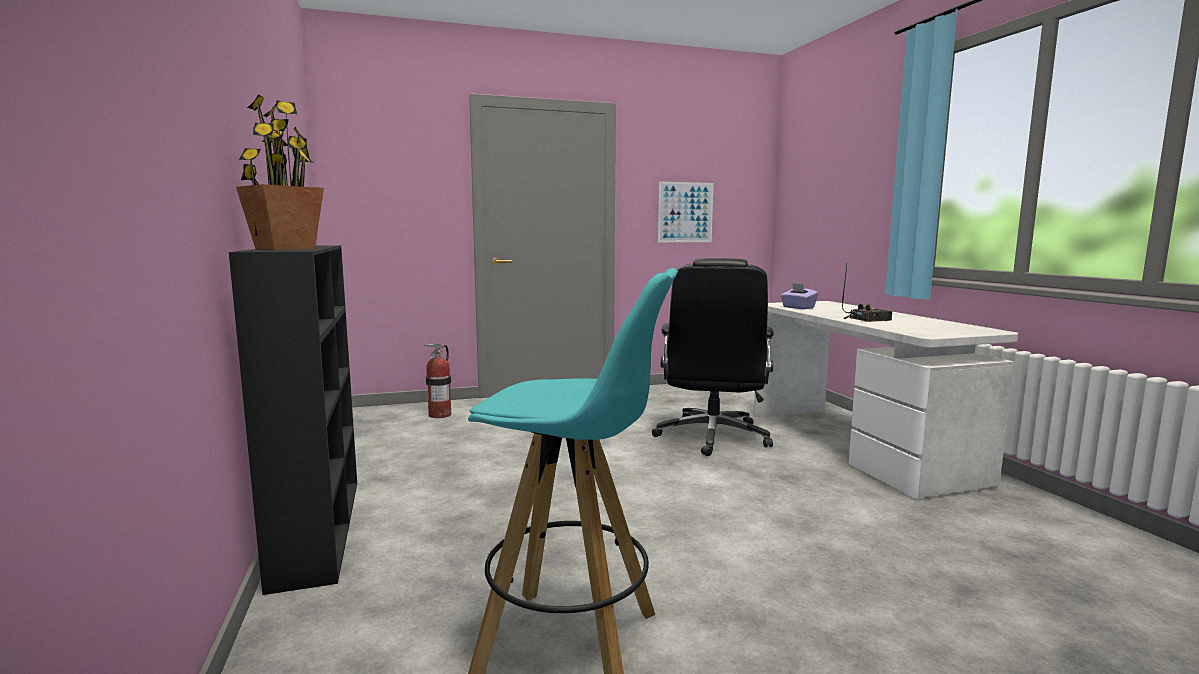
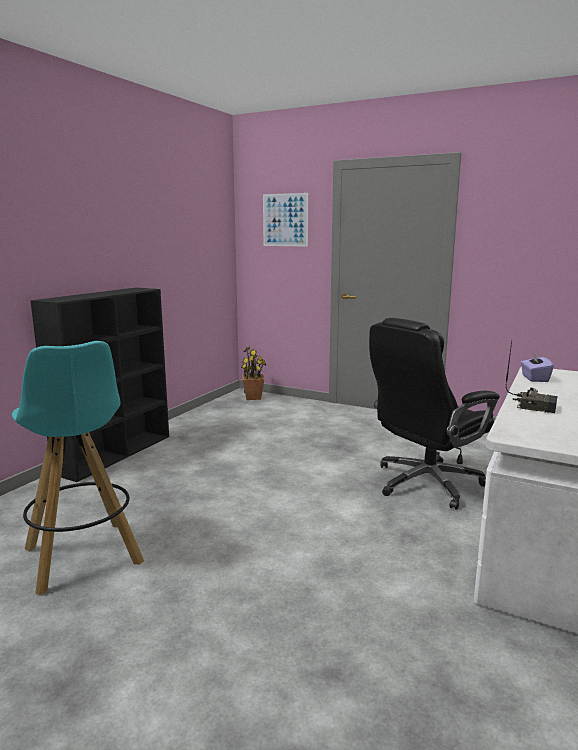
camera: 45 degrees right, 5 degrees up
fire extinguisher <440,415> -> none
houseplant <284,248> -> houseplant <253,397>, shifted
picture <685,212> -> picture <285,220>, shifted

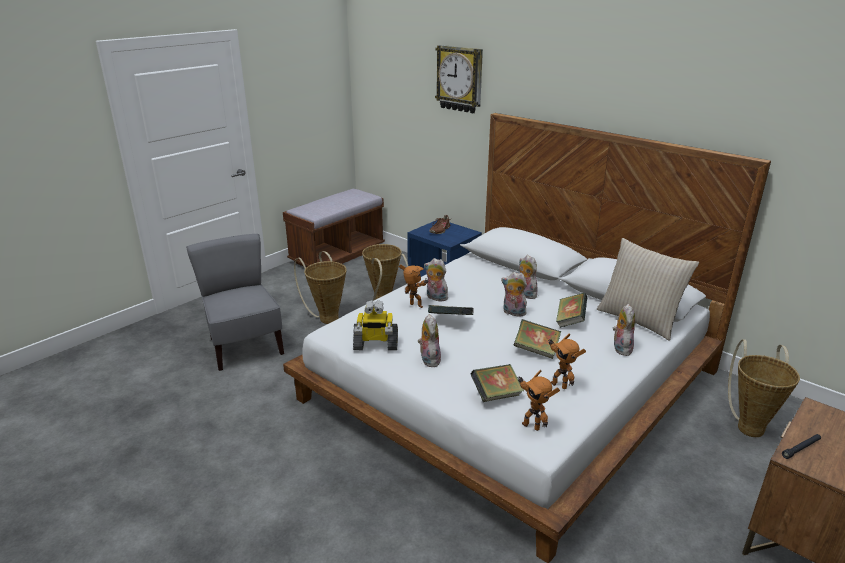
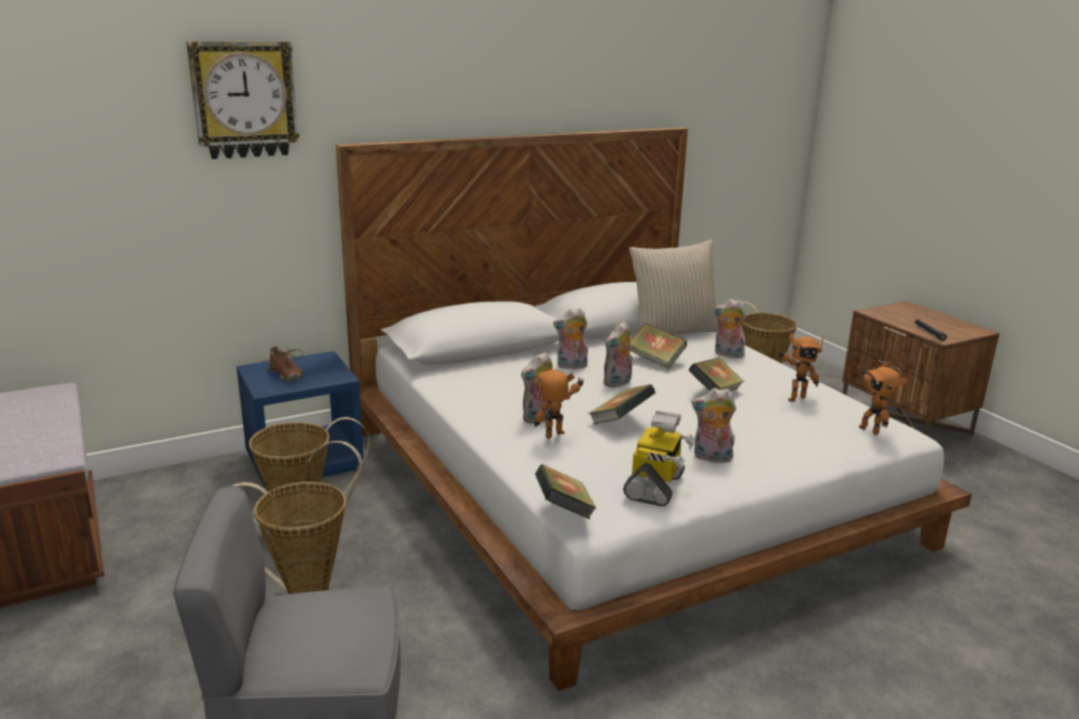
camera: 70 degrees left, 5 degrees down
volume <496,395> -> volume <564,511>, shifted
toy robot <532,425> -> toy robot <870,430>, 90 degrees clockwise

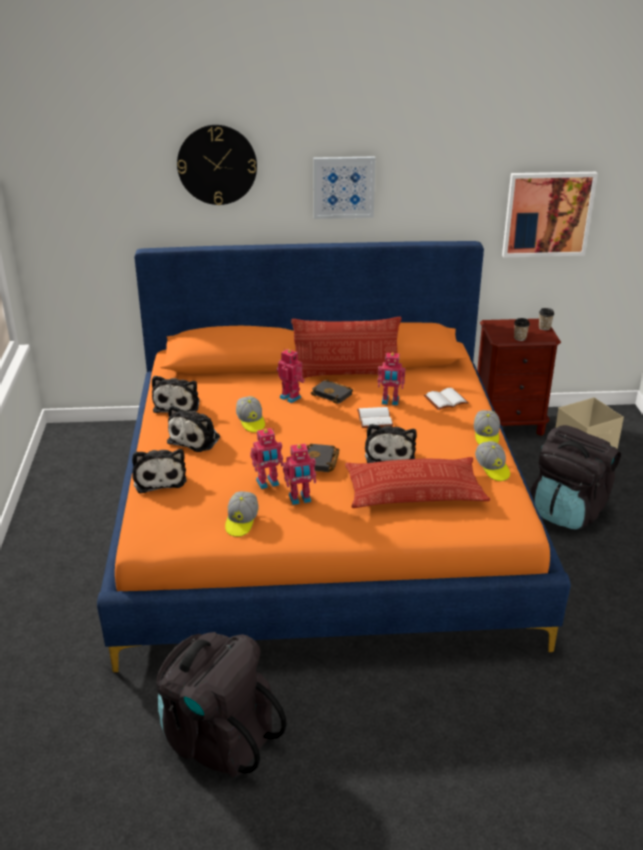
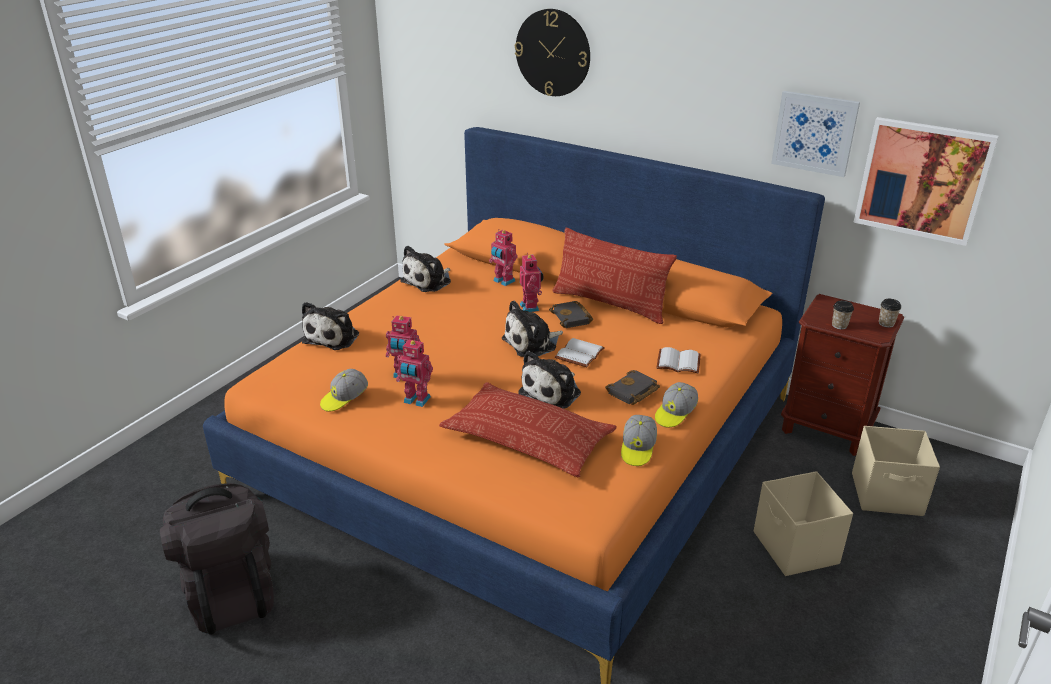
camera: 35 degrees right, 0 degrees up
cap <251,421> -> none
soft toy <196,439> -> soft toy <532,343>, shifted
volume/black-coloured <321,462> -> volume/black-coloured <633,392>, shifted
picture <343,187> -> picture <814,133>, shifted
toy robot <390,402> -> toy robot <503,281>, shifted
knapsack/black-coloured <568,510> -> storage box/beige <795,549>

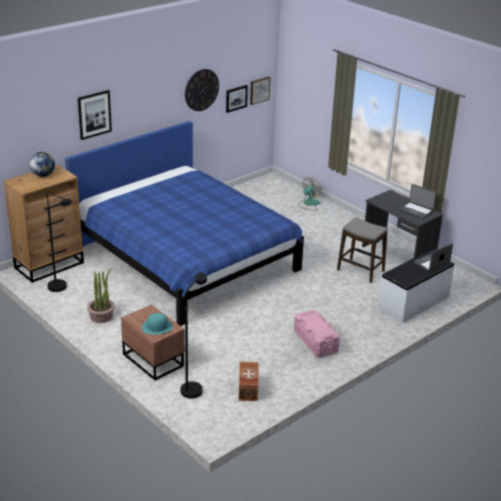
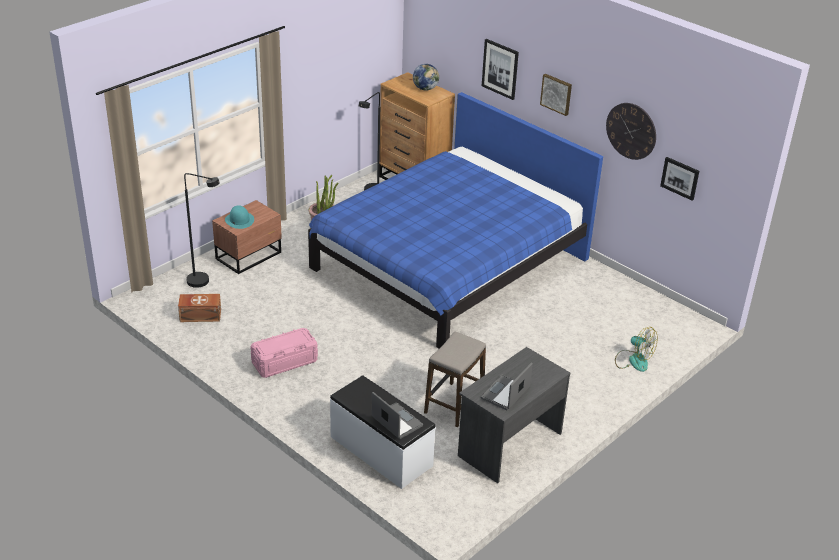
camera: 85 degrees right, 5 degrees up
picture <259,90> -> picture <556,94>, shifted

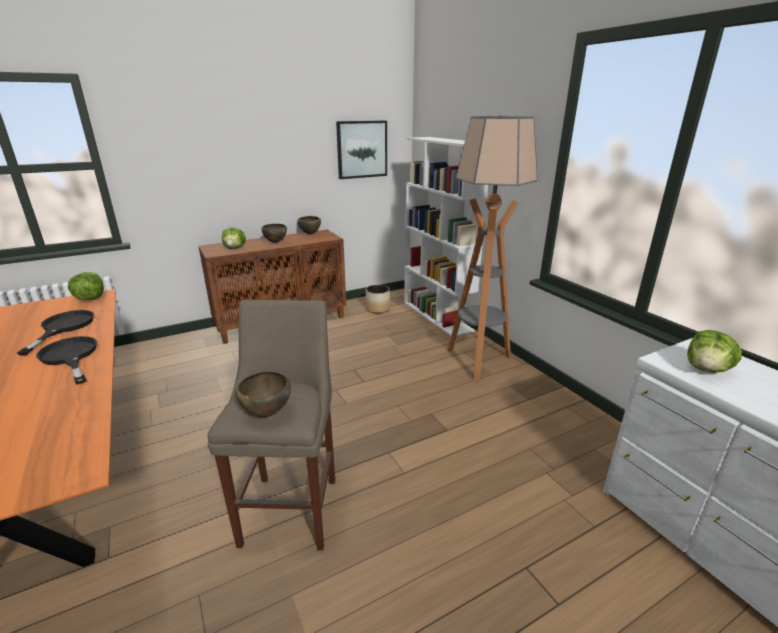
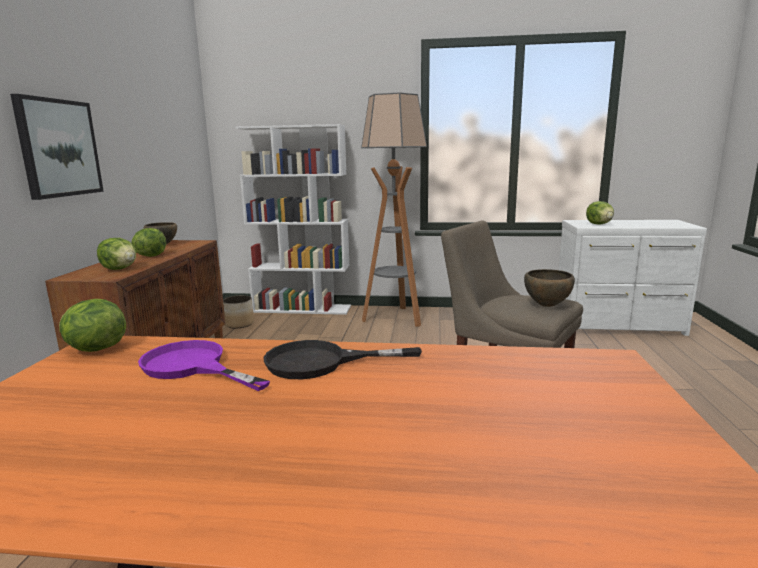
camera: 55 degrees left, 10 degrees down
picture <362,149> -> picture <58,148>, shifted
deep dish/brown <275,242> -> head of lettuce <151,256>
pan/black-coloured <63,327> -> pan/purplish <192,366>

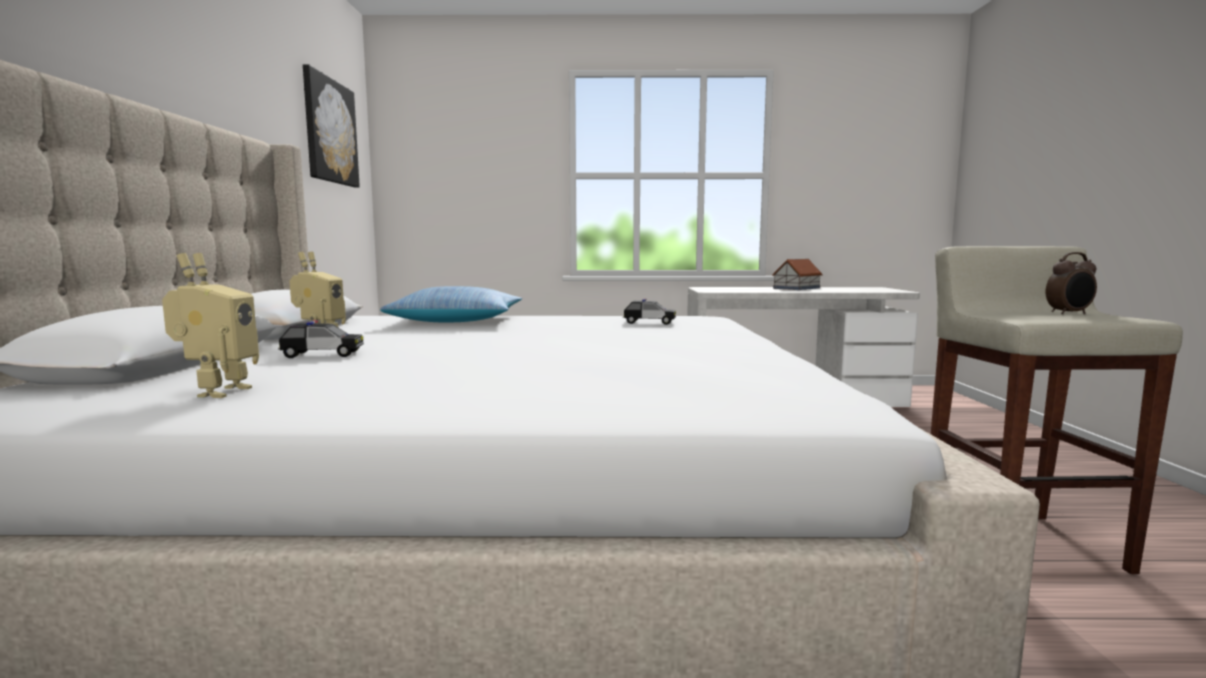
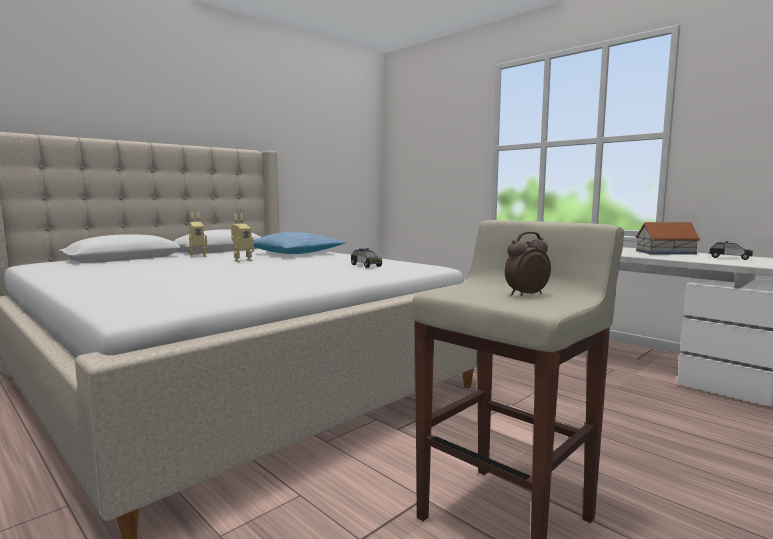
camera: 45 degrees right, 0 degrees up
picture <330,131> -> none
toy robot <217,392> -> toy robot <242,260>, shifted
model car <322,354> -> model car <729,258>, shifted
alarm clock <1069,314> -> alarm clock <525,295>, 120 degrees clockwise

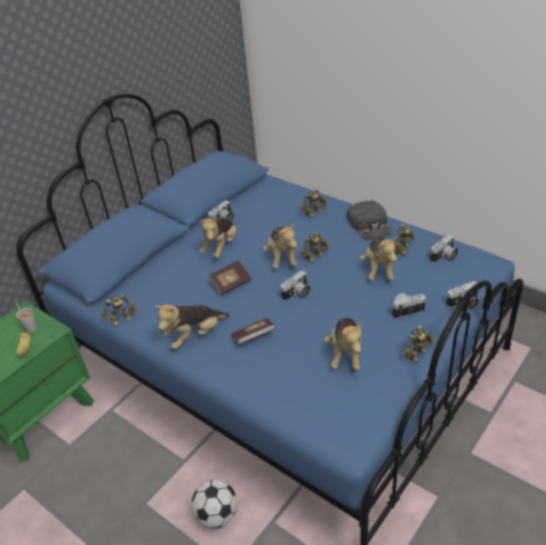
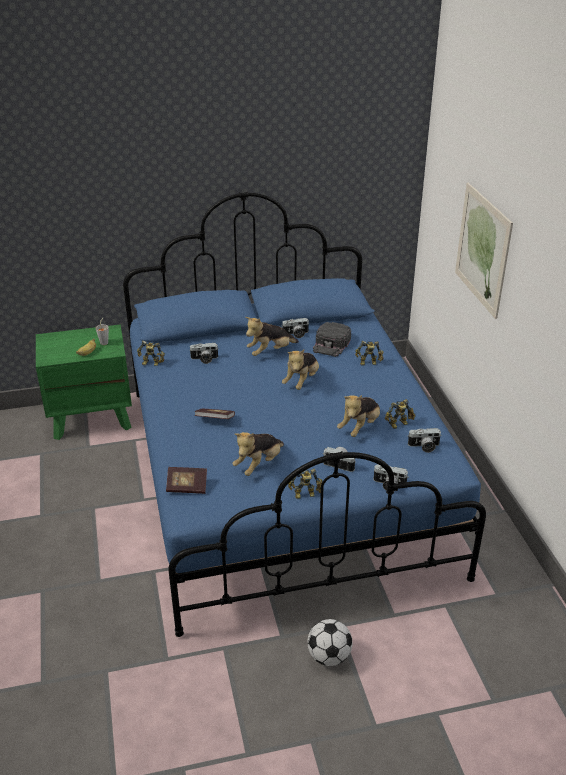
camera: 35 degrees right, 5 degrees down
soft toy <195,335> -> none
toy robot <315,257> -> none
none -> picture <482,249>
ball for football <217,515> -> ball for football <329,656>, shifted
volume <231,284> -> volume <187,487>, shifted
still camera <297,294> -> still camera <204,359>, shifted
cap/black-coloured <369,224> -> cap/black-coloured <331,344>, shifted

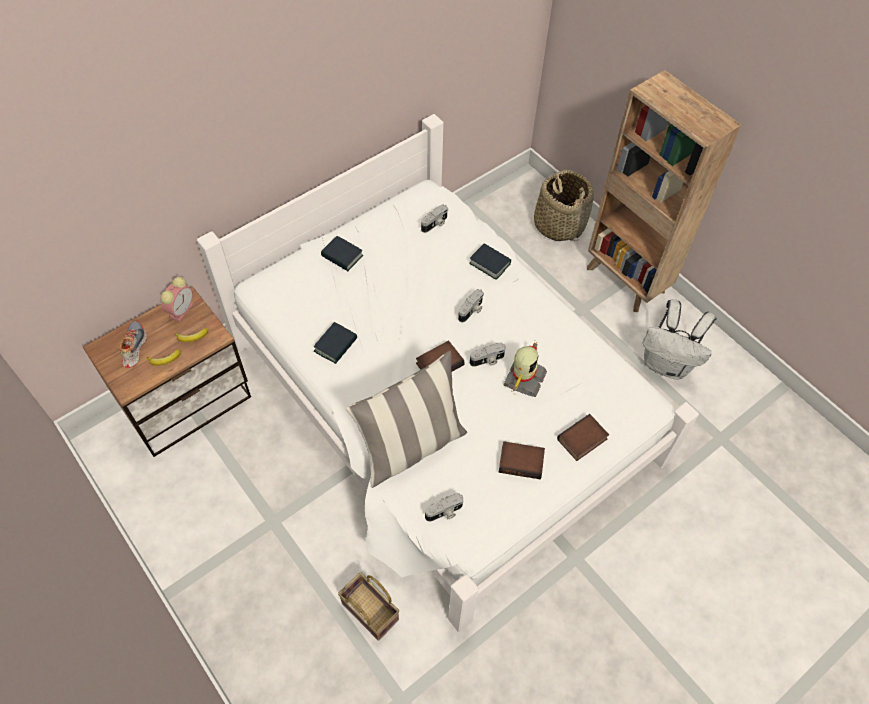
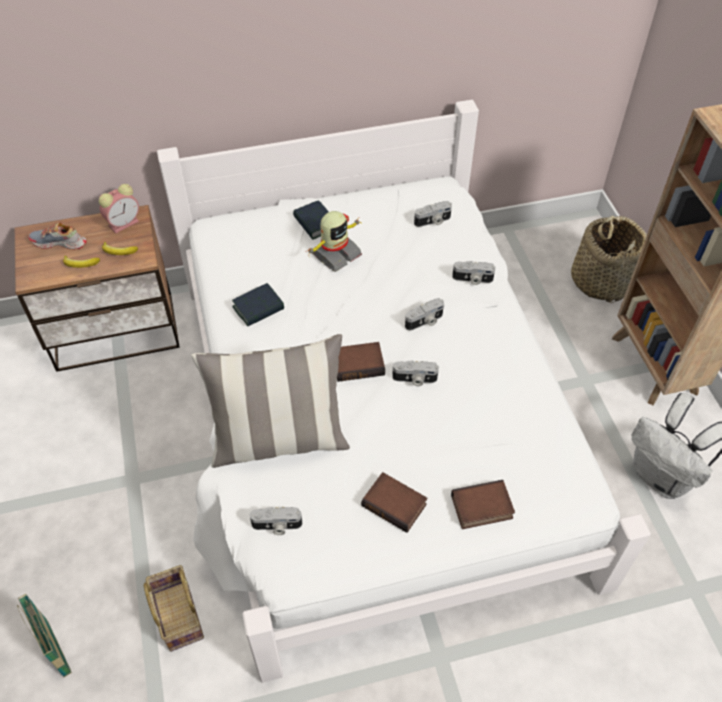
camera: 25 degrees right, 5 degrees down
none -> household basket <56,649>
toy robot <523,378> -> toy robot <335,254>, shifted
volume <489,263> -> still camera <472,279>
item of footwear <133,347> -> item of footwear <59,243>, 105 degrees counterclockwise

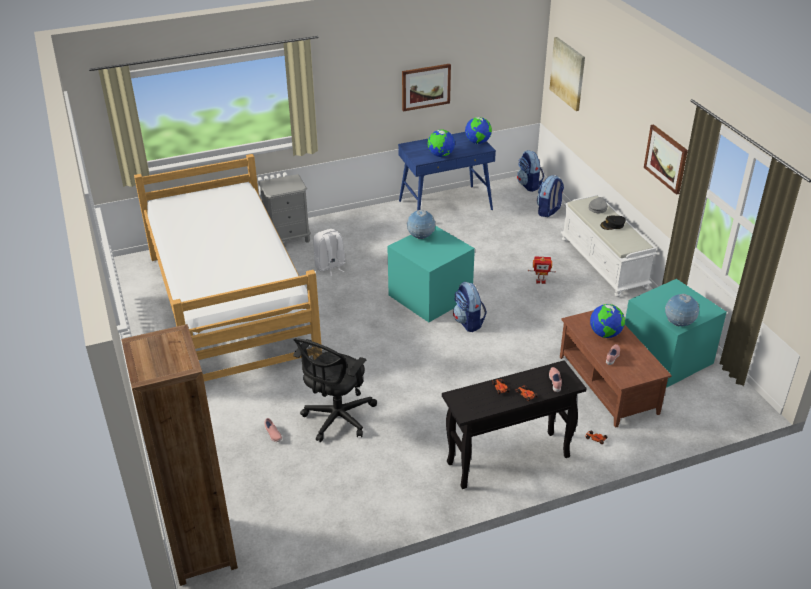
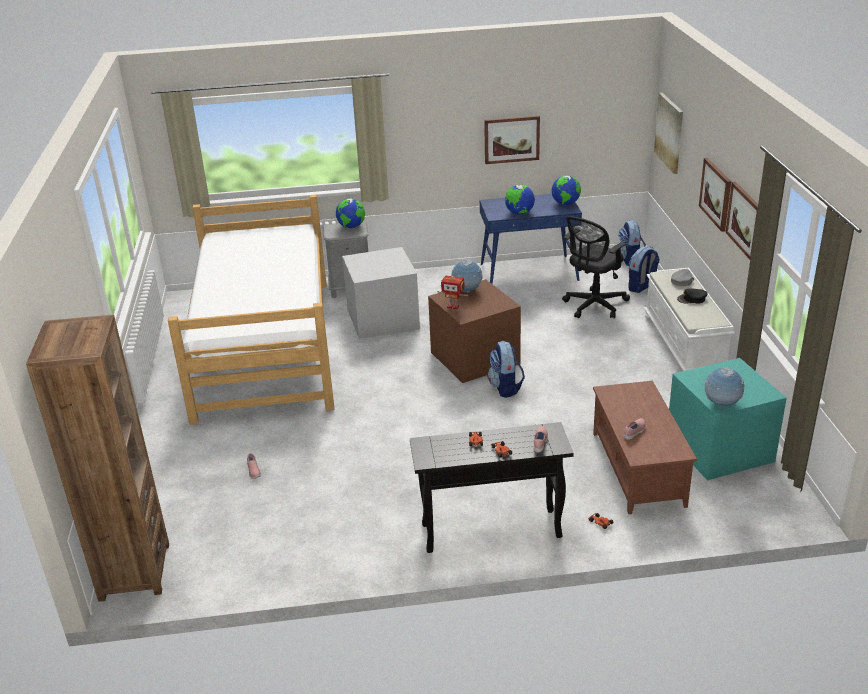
camera: 15 degrees right, 5 degrees down
none -> picture <716,194>
office chair/black-coloured <336,419> -> office chair/black-coloured <593,306>, shifted
toy robot <540,281> -> toy robot <453,306>, shifted
desk globe <605,334> -> desk globe <351,227>, shifted
knapsack/whitish <330,266> -> storage box/gray <382,319>
storage box/blue-green <431,296> -> storage box/brown <476,358>

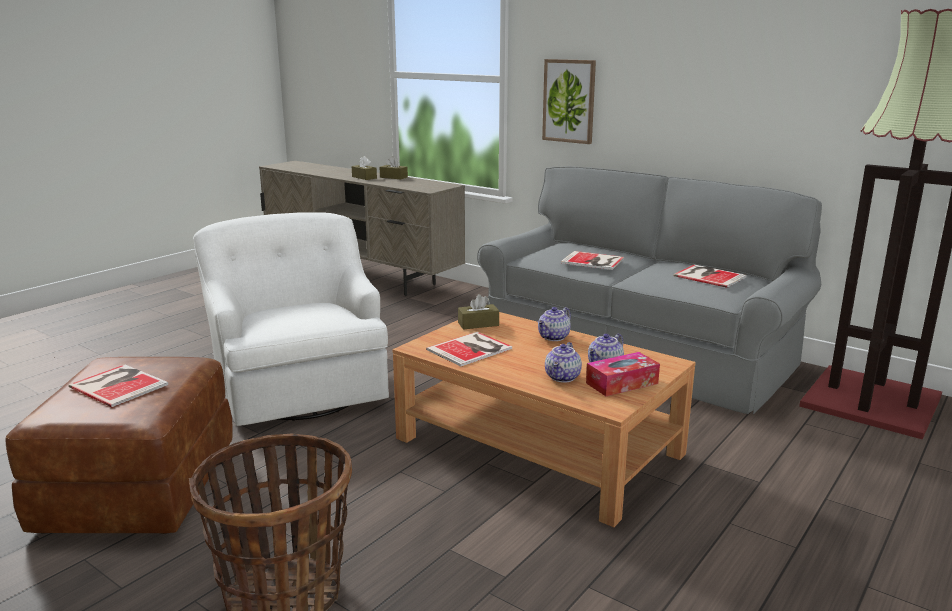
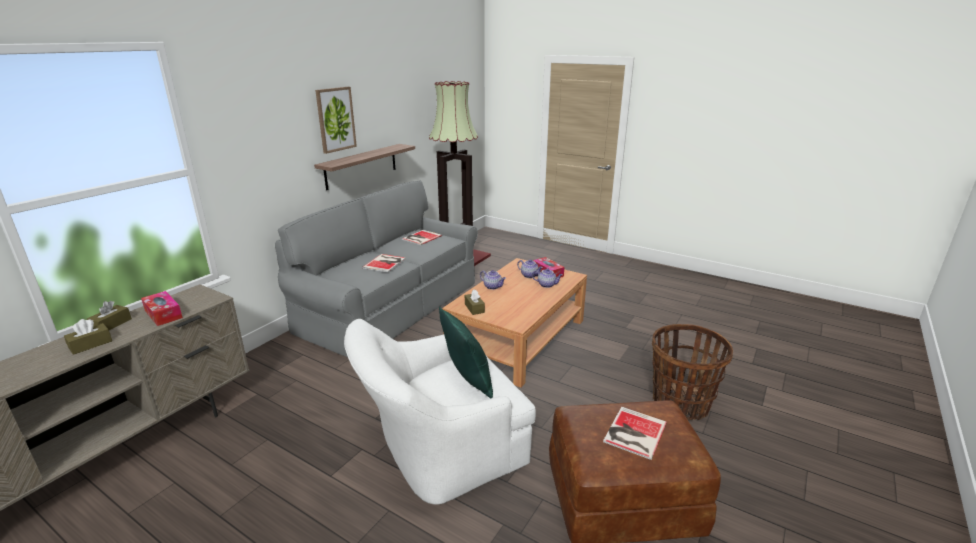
camera: 95 degrees left, 5 degrees up
volume <472,349> -> none
none -> tissue box <163,314>
none -> bracket shelf <361,166>
none -> cushion/green <468,380>
picture <569,101> -> picture <335,119>, shifted

